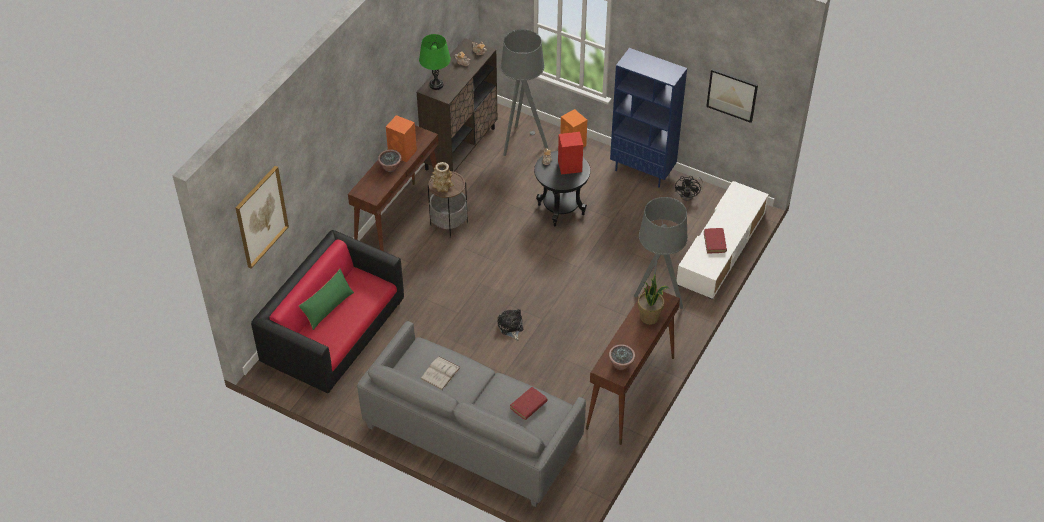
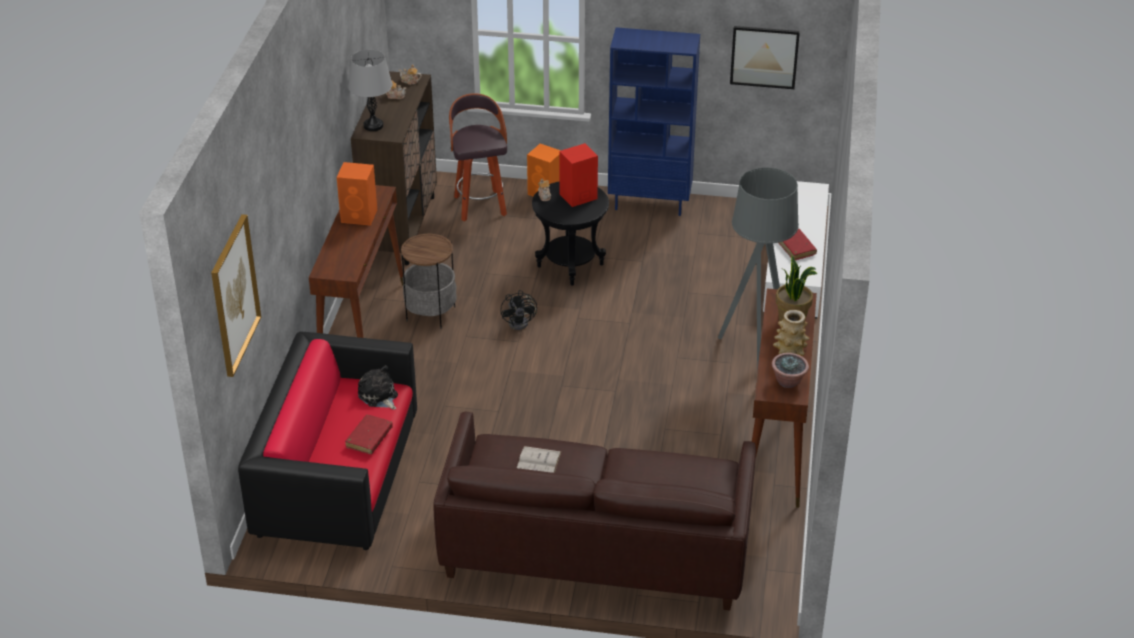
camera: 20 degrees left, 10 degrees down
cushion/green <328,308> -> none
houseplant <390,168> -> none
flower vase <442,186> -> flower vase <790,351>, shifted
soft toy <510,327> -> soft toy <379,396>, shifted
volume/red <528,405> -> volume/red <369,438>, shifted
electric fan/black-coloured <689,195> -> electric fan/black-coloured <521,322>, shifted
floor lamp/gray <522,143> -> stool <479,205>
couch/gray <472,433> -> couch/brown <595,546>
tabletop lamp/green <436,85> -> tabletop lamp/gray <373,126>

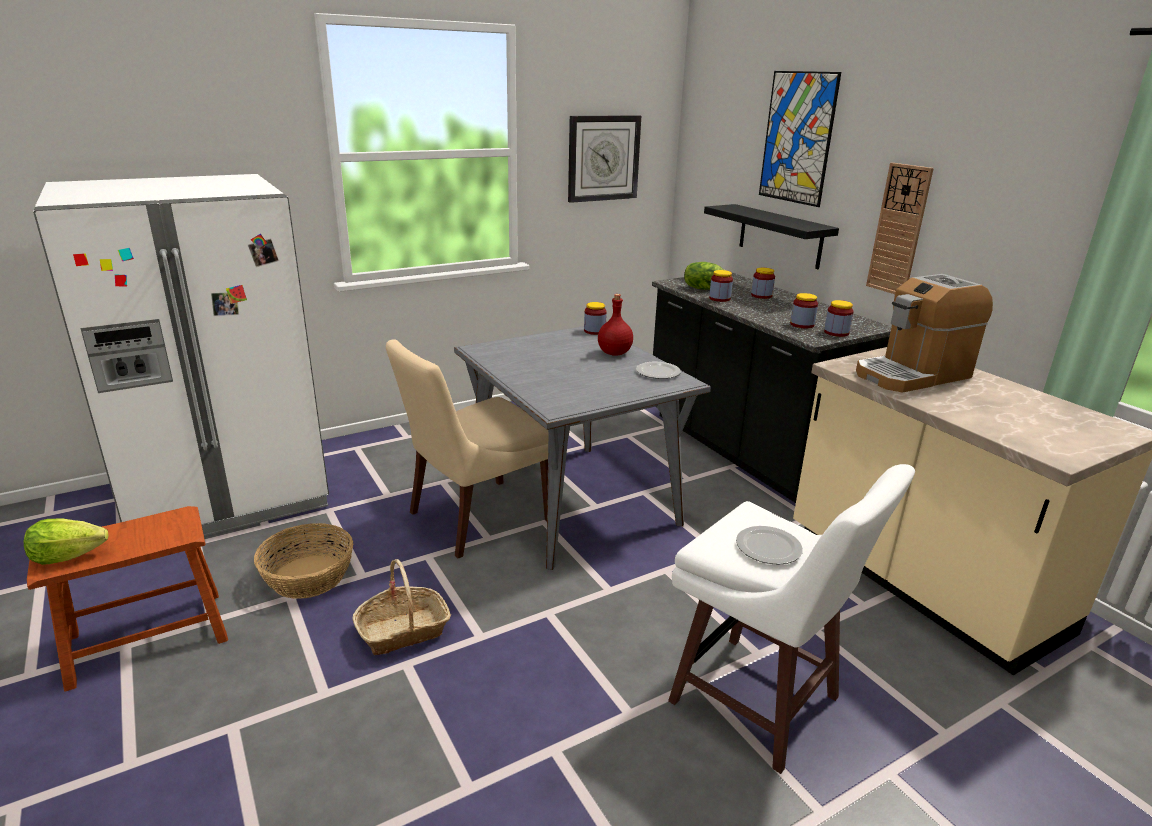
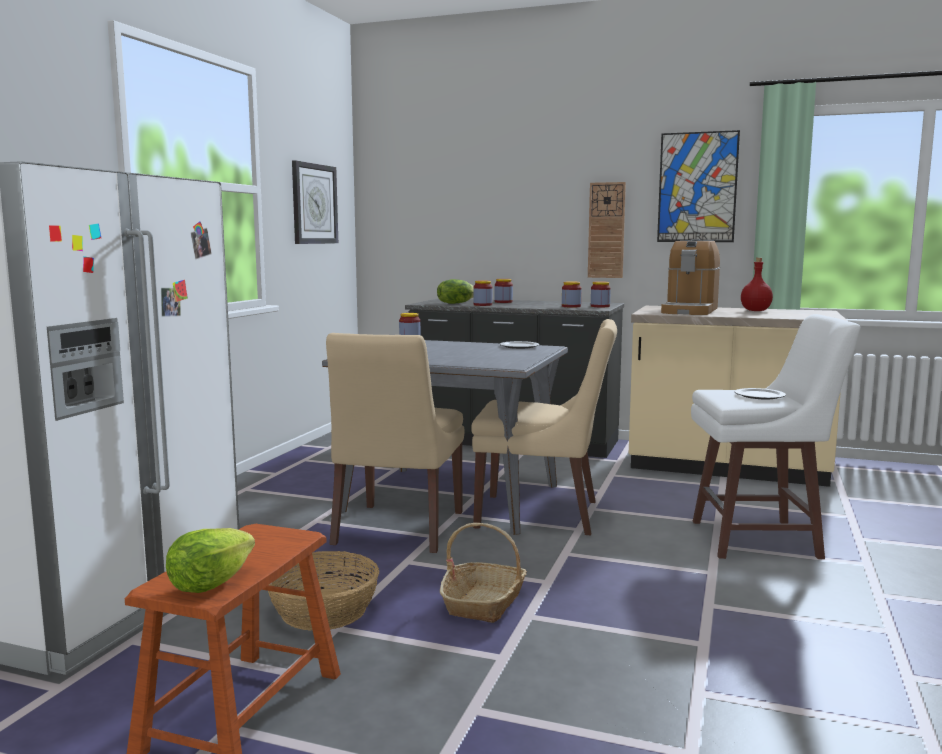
camera: 40 degrees left, 15 degrees down
bracket shelf/black-coloured <780,236> -> none
none -> plain chair/beige <543,515>
bottle/red <614,353> -> bottle/red <755,311>, shifted
picture <797,138> -> picture <697,187>, shifted

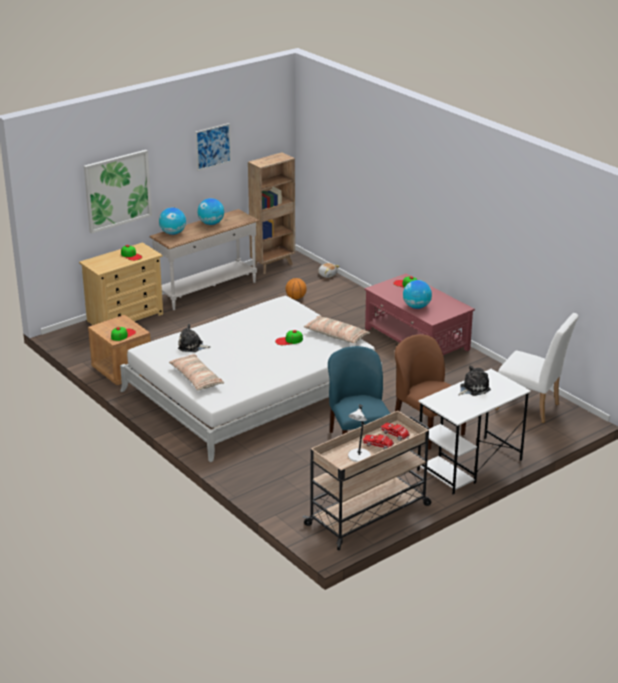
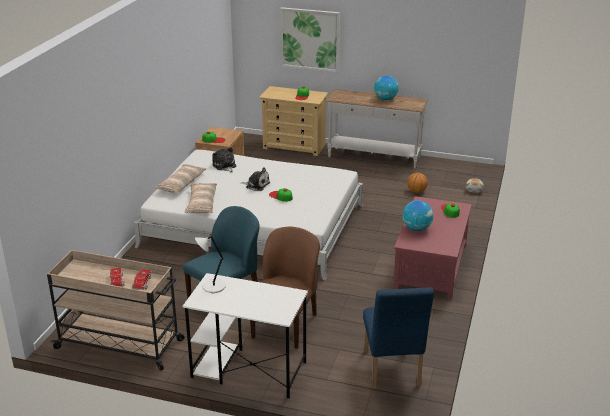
camera: 55 degrees right, 0 degrees up
desk globe <173,233> -> none
picture <213,146> -> none
bookshelf/brown <273,265> -> none
cushion <336,336> -> cushion <201,204>, shifted
tabletop lamp/whitish <359,456> -> tabletop lamp/whitish <212,287>, shifted
soft toy <473,388> -> soft toy <256,185>, shifted
plain chair/whitish <532,408> -> plain chair/blue <392,372>

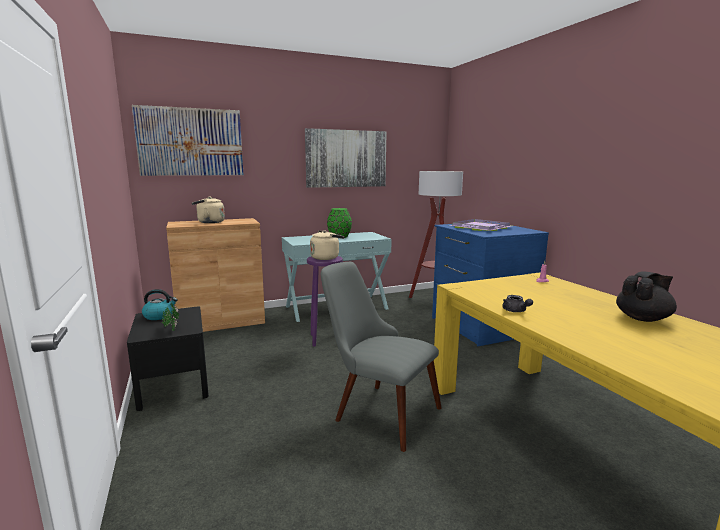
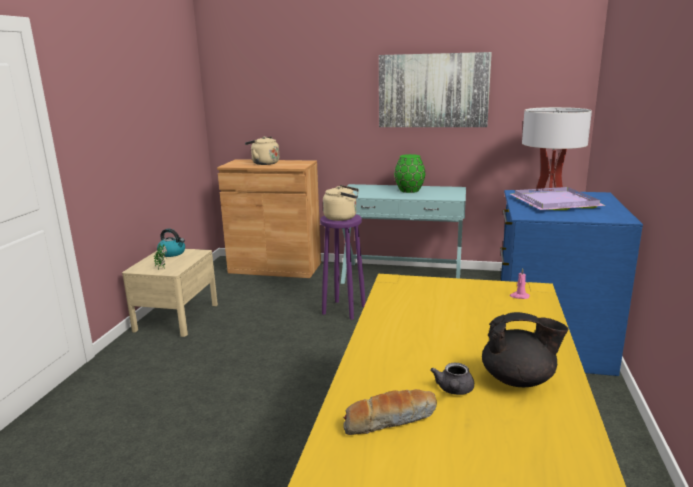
camera: 35 degrees right, 5 degrees up
picture <191,142> -> none
plain chair/gray <376,410> -> none
none -> bakery bread <390,420>
tea pot/gray <515,311> -> tea pot/gray <454,390>, shifted
night table/black-coloured <174,384> -> night table/beige <176,317>

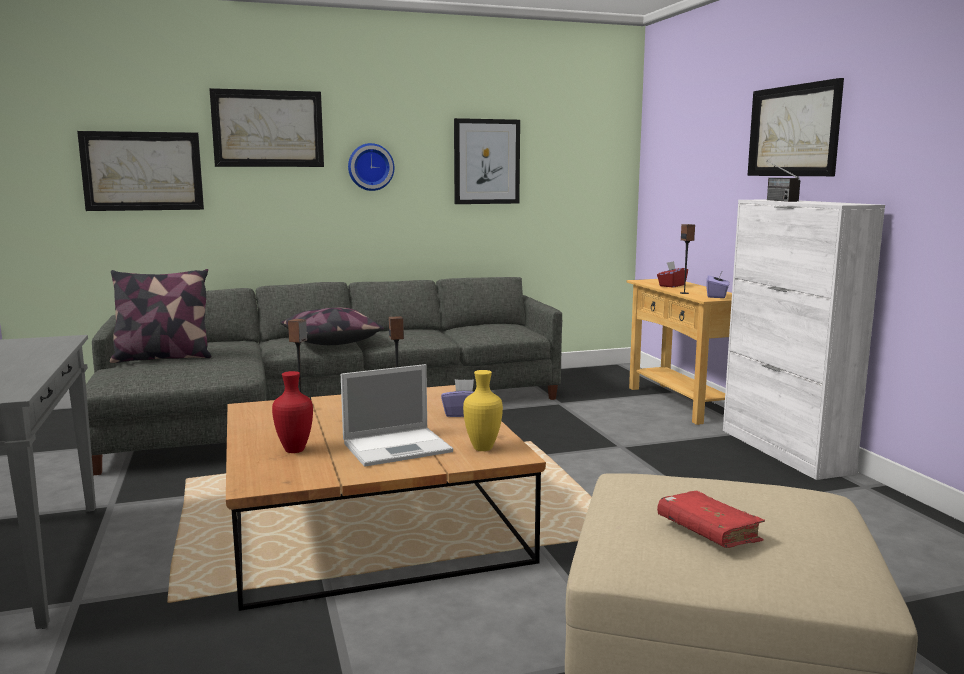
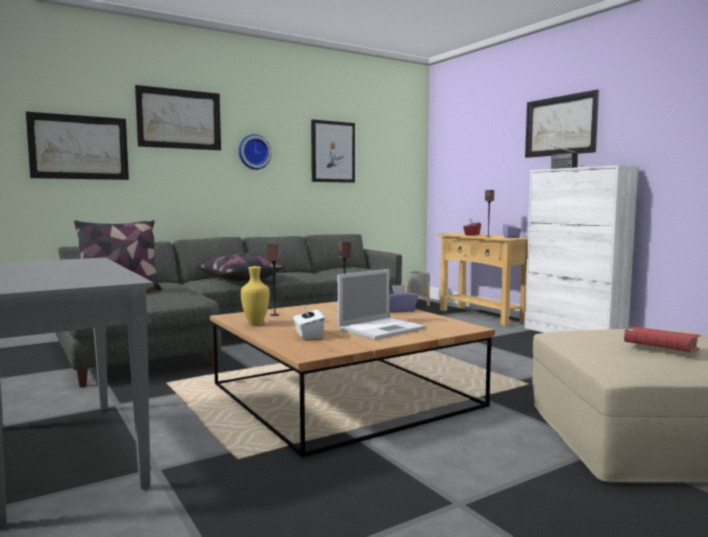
camera: 15 degrees left, 5 degrees down
none -> plant pot/gray <417,303>
flower vase/yellow <484,448> -> flower vase/yellow <256,324>, shifted
flower vase/red <295,450> -> tissue box/whitish <308,335>

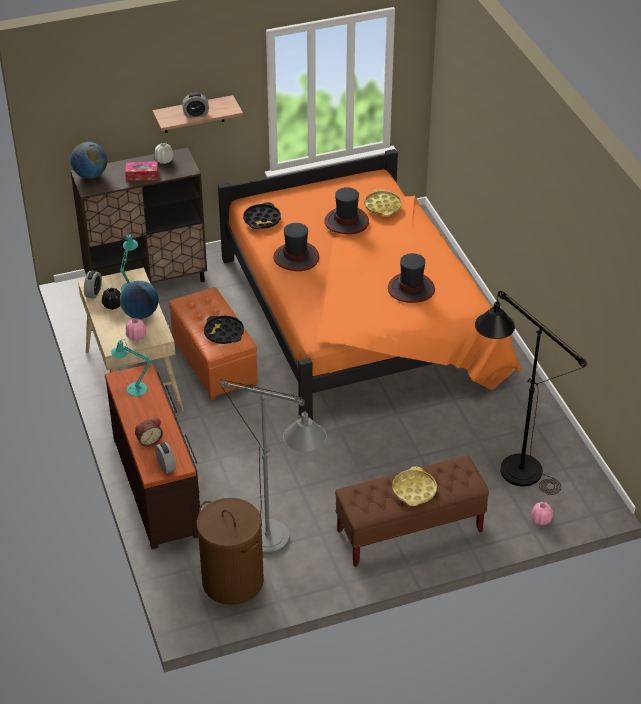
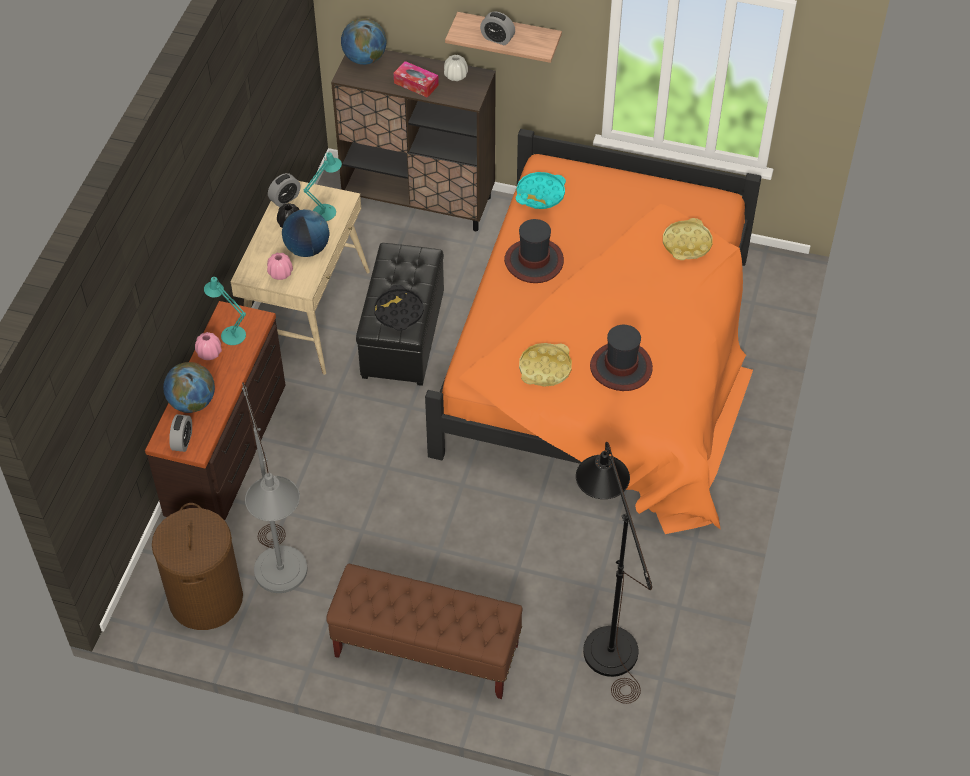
camera: 35 degrees right, 10 degrees up
clothing hat <347,222> -> none
carrying tray/yellow <414,490> -> carrying tray/yellow <545,368>, shifted
flower vase/pinkish <541,519> -> flower vase/pinkish <209,353>, shifted
alarm clock <149,440> -> desk globe <192,402>
footrest/orange-coloured <213,363> -> footrest/black-coloured <402,335>
carrying tray/black-coloured <262,219> -> carrying tray/blue-green <540,194>

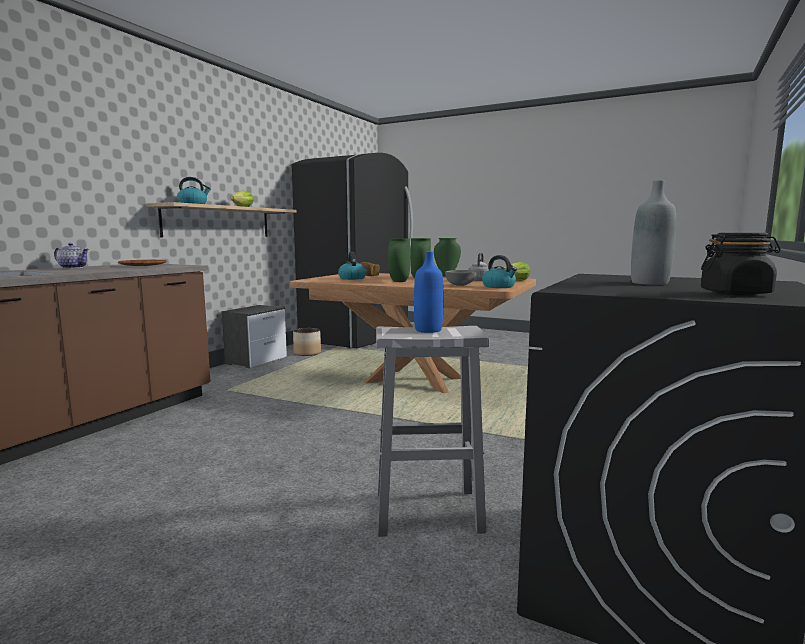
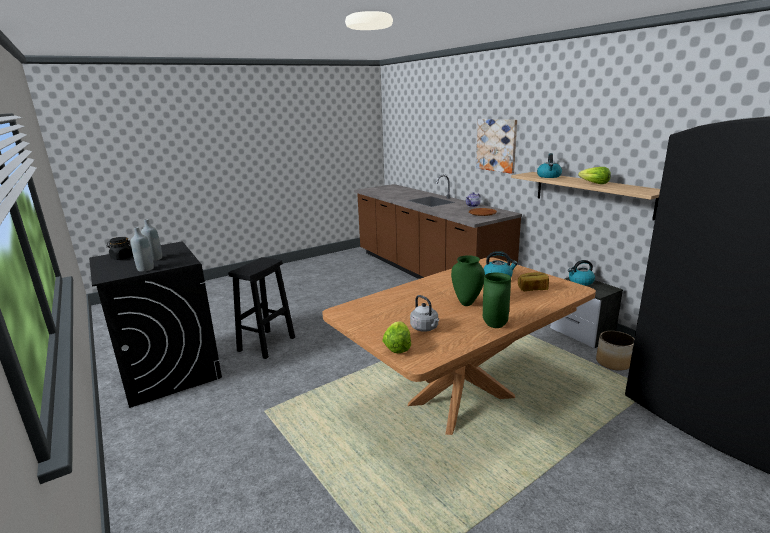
camera: 120 degrees right, 10 degrees up
flower vase/green <399,281> -> none
bottle/blue <428,330> -> none
deep dish/gray <461,285> -> none
none -> bottle/gray <145,269>
none -> picture <497,145>
kettle <499,287> -> kettle <580,282>, shifted
stool/whitish <426,511> -> stool/black-coloured <267,343>

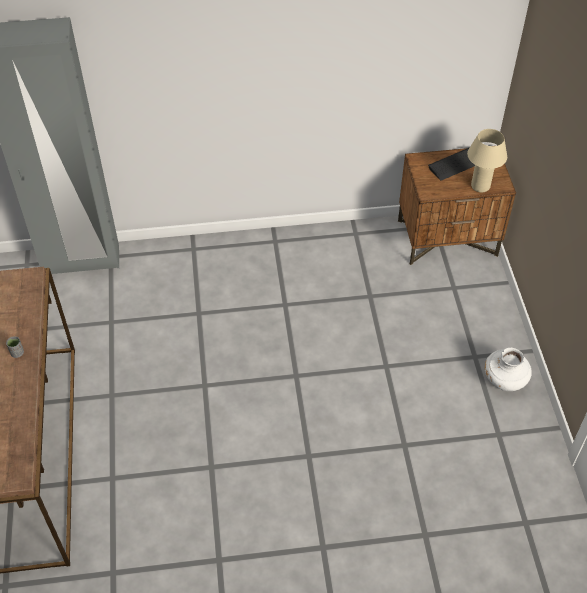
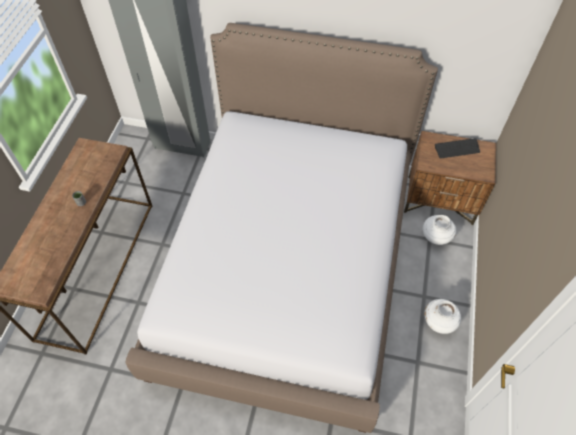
camera: 20 degrees right, 5 degrees up
tabletop lamp/beige <480,186> -> none
none -> bed <288,267>
none -> flower vase/whitish <435,237>

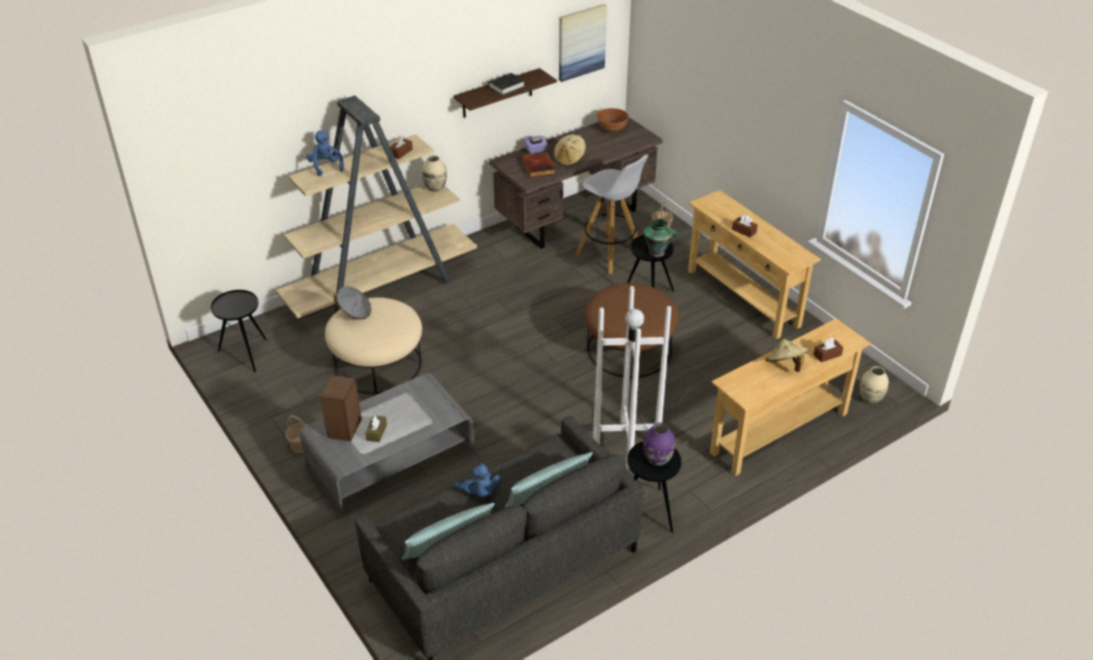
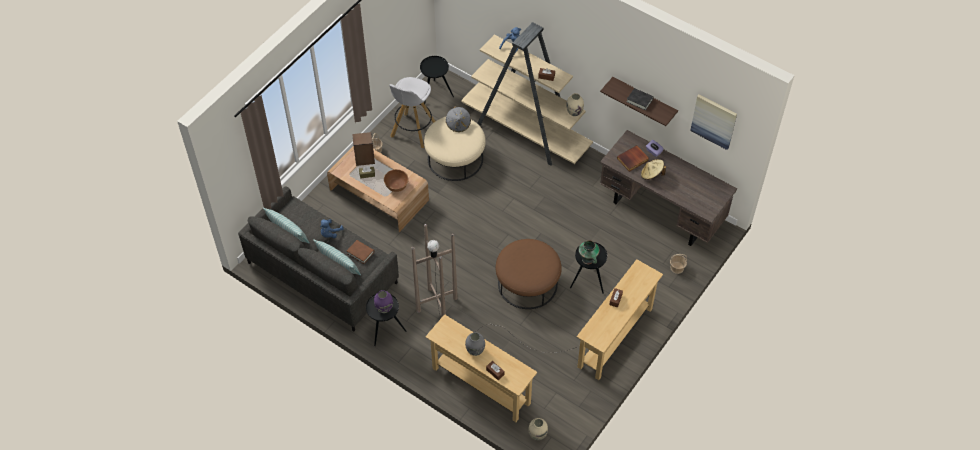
camera: 70 degrees right, 15 degrees up
none -> volume/brown <360,253>
stool/whitish <610,254> -> stool/whitish <413,131>, shifted
deep dish/brown <612,128> -> deep dish/brown <396,185>, shifted
clothing hat/beige <785,365> -> flower vase/gray <475,350>
lounge table/gray <390,460> -> lounge table/brown <379,195>
floor lamp/whitish <665,421> -> floor lamp/brown <466,320>

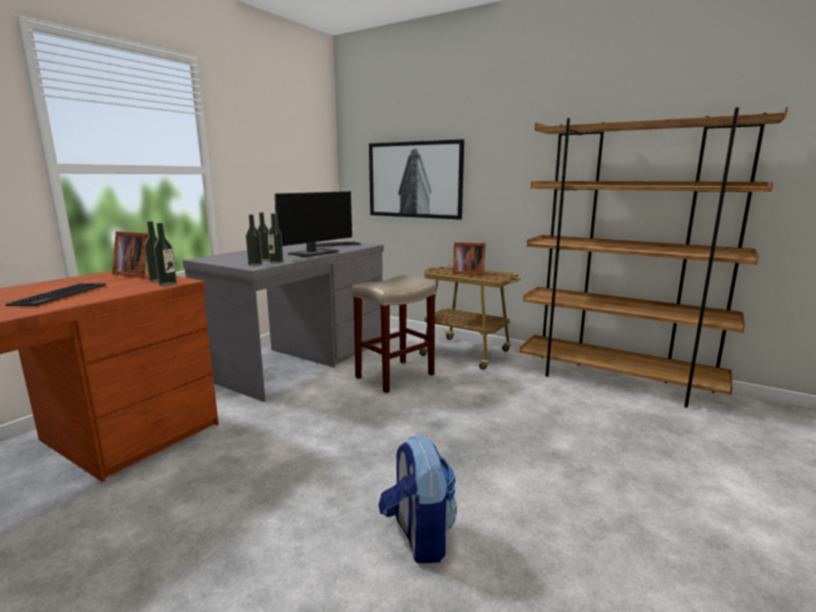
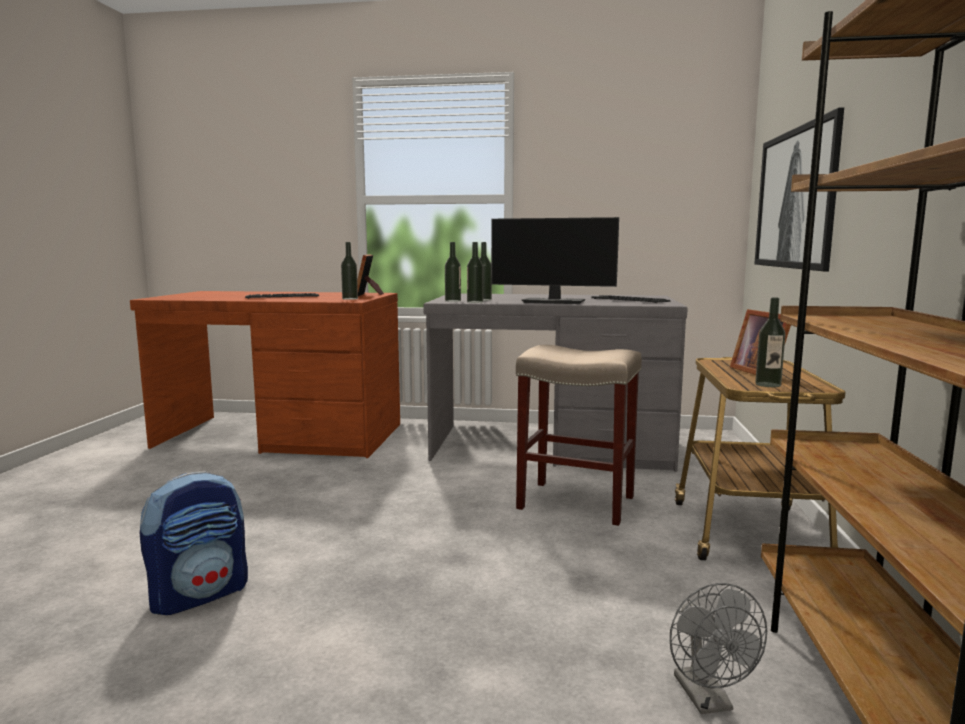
camera: 65 degrees right, 5 degrees down
none -> electric fan/gray <708,700>
bottle <168,284> -> bottle <768,384>, shifted

